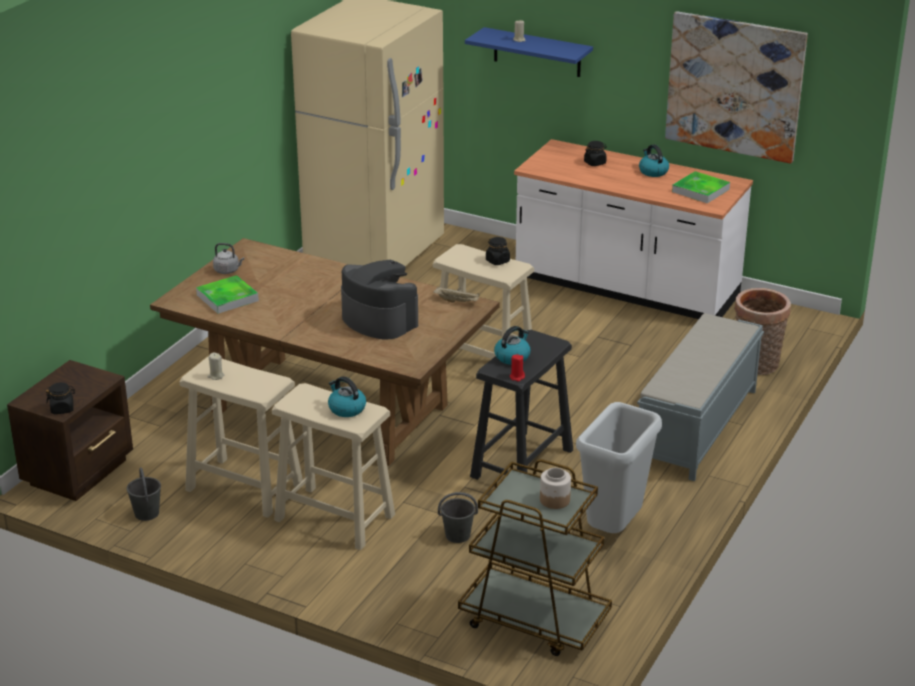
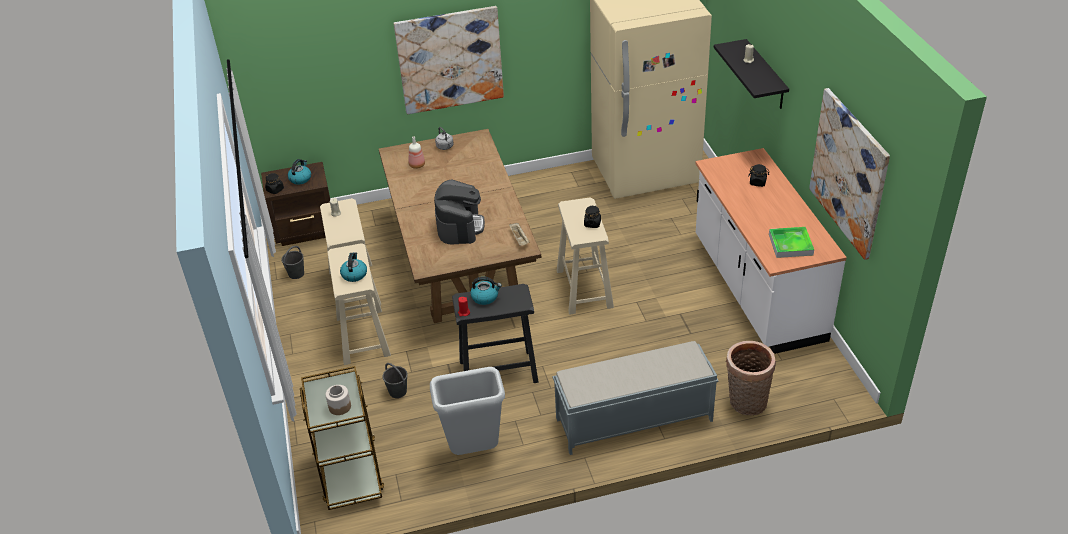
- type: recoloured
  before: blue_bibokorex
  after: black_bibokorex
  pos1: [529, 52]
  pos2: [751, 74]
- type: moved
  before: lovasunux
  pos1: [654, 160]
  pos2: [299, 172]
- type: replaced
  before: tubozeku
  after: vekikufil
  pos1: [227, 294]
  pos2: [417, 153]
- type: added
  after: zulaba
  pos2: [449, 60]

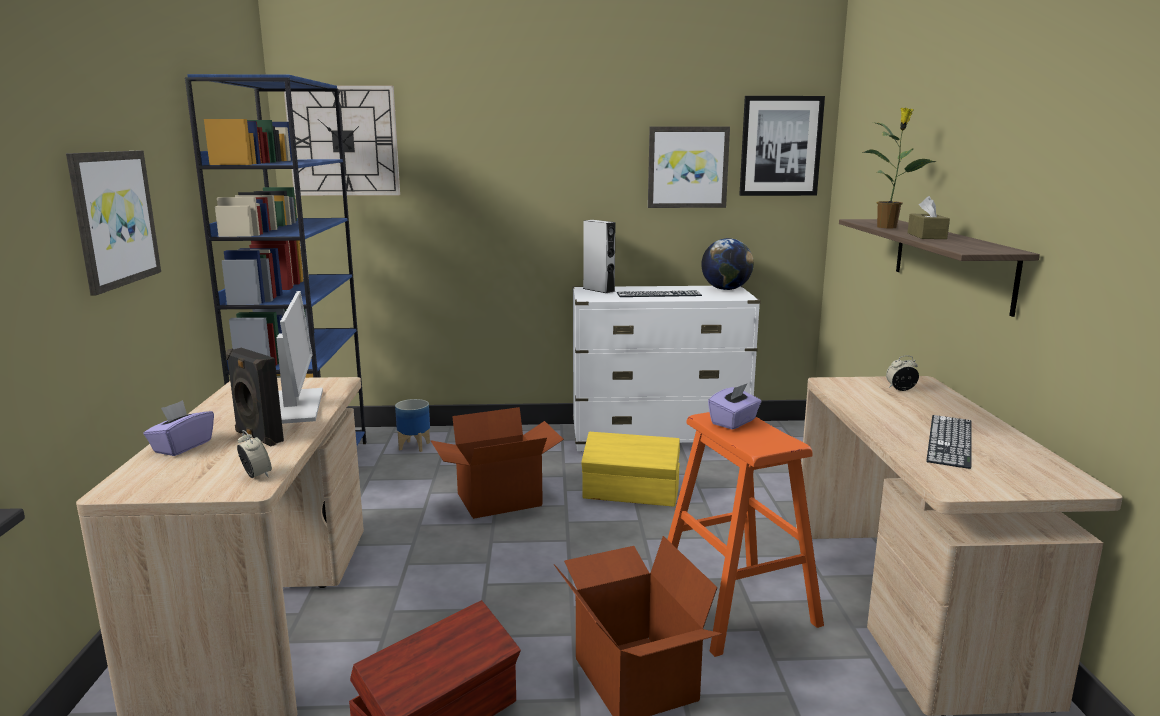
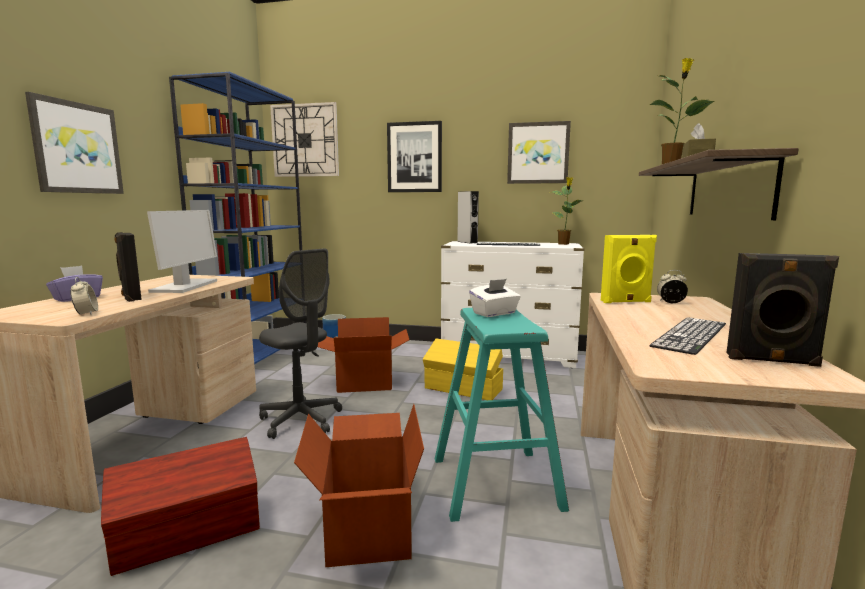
- type: moved
  before: zulaba
  pos1: [782, 146]
  pos2: [414, 156]
- type: replaced
  before: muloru
  after: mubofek
  pos1: [727, 264]
  pos2: [566, 211]
- type: recoloured
  before: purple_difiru
  after: white_difiru
  pos1: [734, 406]
  pos2: [495, 298]
- type: recoloured
  before: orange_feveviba
  after: turquoise_feveviba
  pos1: [745, 534]
  pos2: [502, 415]
- type: added
  after: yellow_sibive
  pos2: [629, 269]
- type: added
  after: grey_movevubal
  pos2: [300, 344]
- type: added
  after: black_sibive
  pos2: [782, 310]

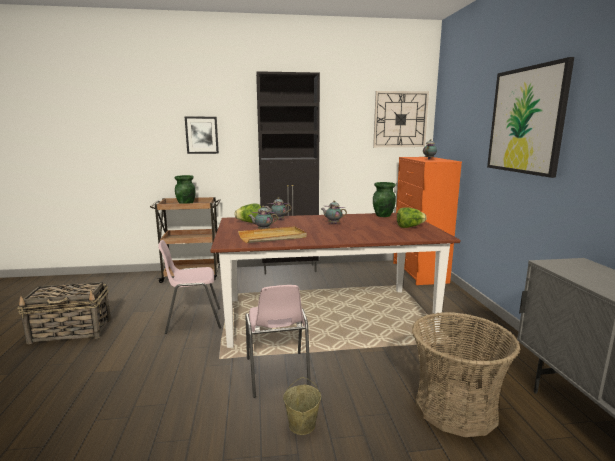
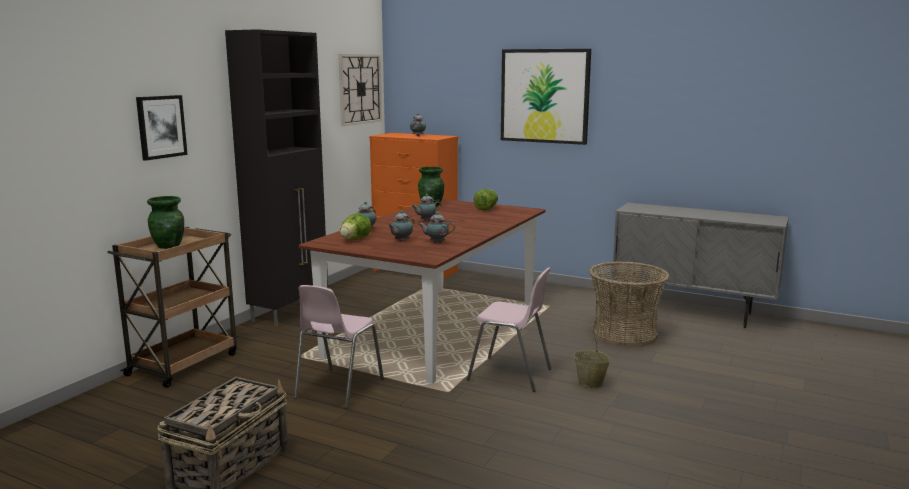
- type: replaced
  before: beige_tubozeku
  after: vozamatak
  pos1: [272, 234]
  pos2: [437, 227]

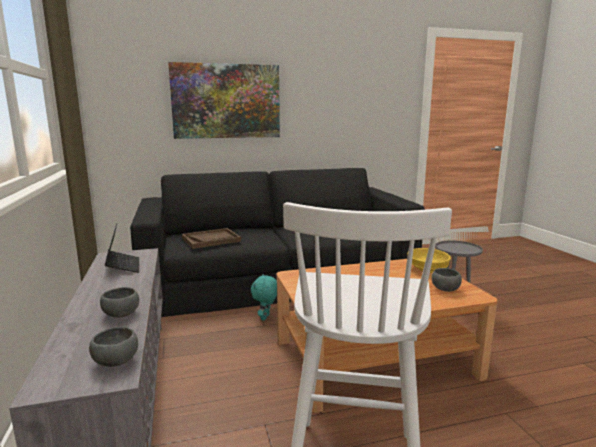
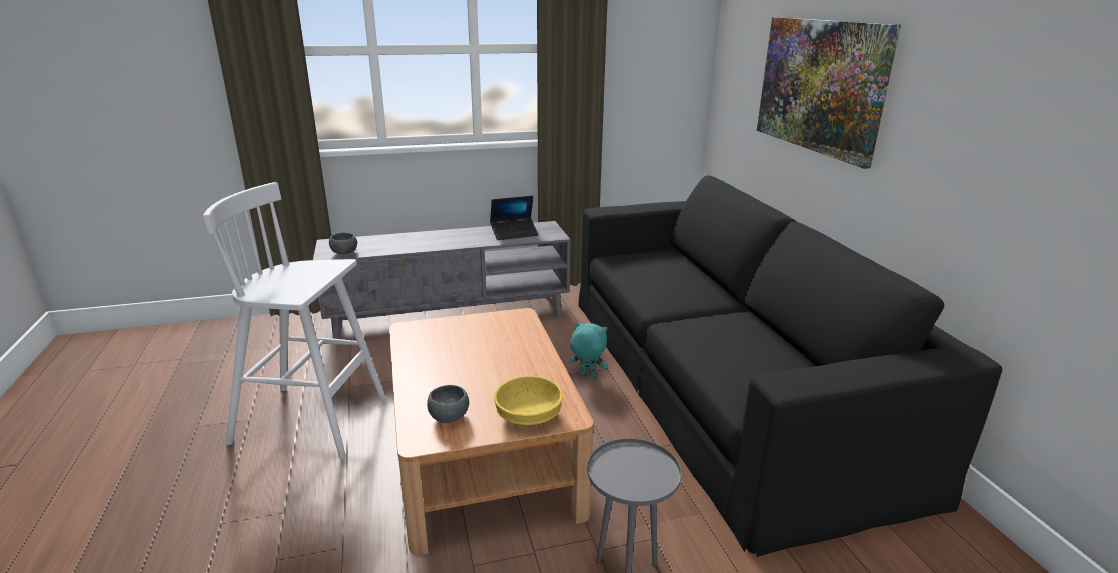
- type: removed
  before: brown_tubozeku
  pos1: [211, 238]
- type: removed
  before: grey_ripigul
  pos1: [119, 302]

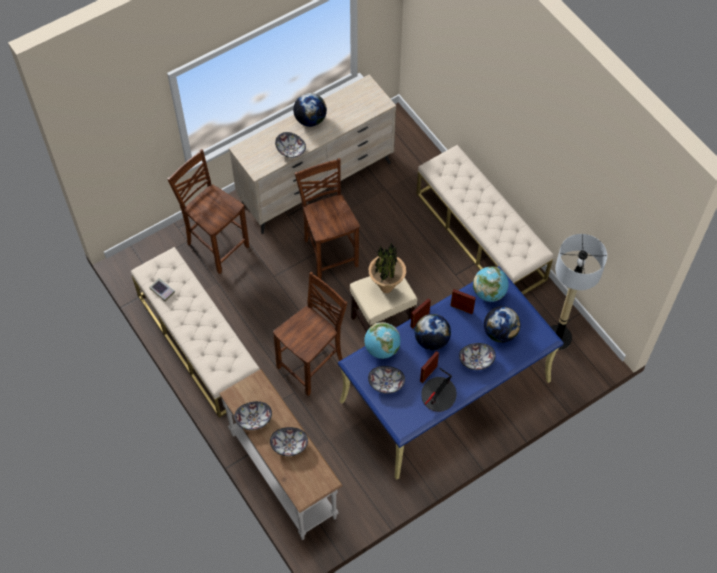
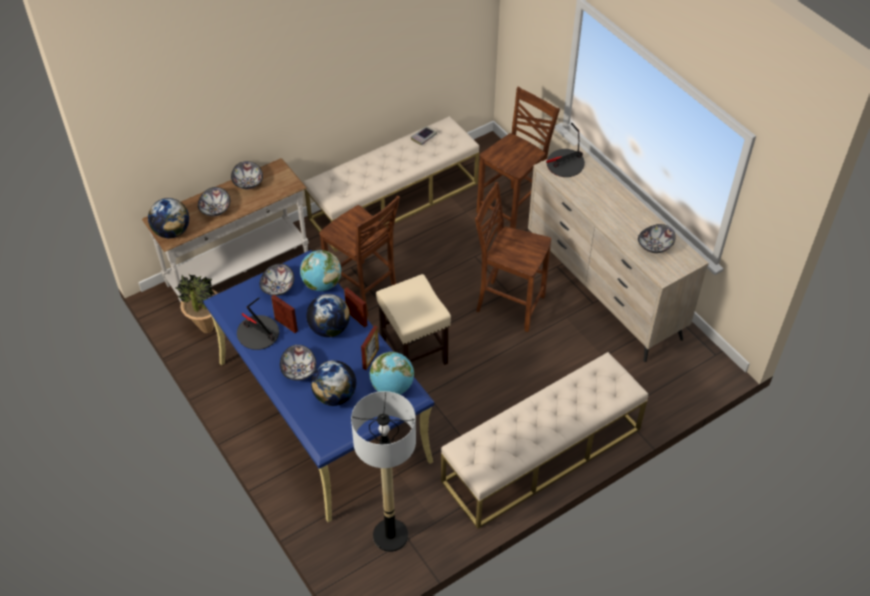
- type: moved
  before: muloru
  pos1: [310, 110]
  pos2: [168, 218]
- type: moved
  before: ripigul
  pos1: [290, 145]
  pos2: [657, 238]
- type: turned
  before: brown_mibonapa
  pos1: [327, 218]
  pos2: [513, 257]
  turn: -135
- type: moved
  before: mubofek
  pos1: [387, 267]
  pos2: [197, 303]
- type: added
  after: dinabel
  pos2: [565, 150]

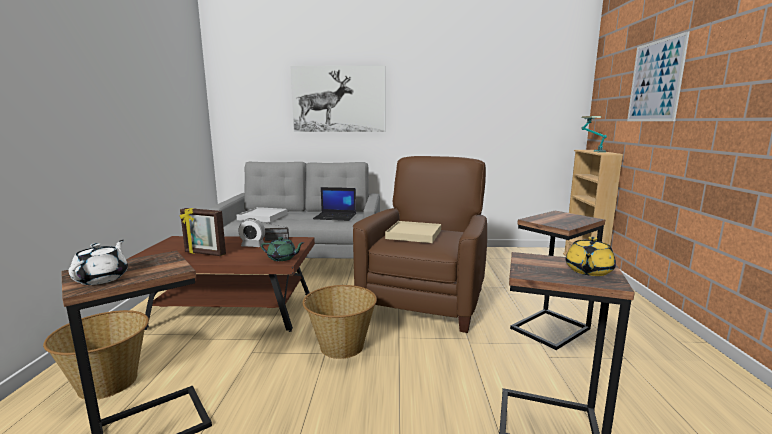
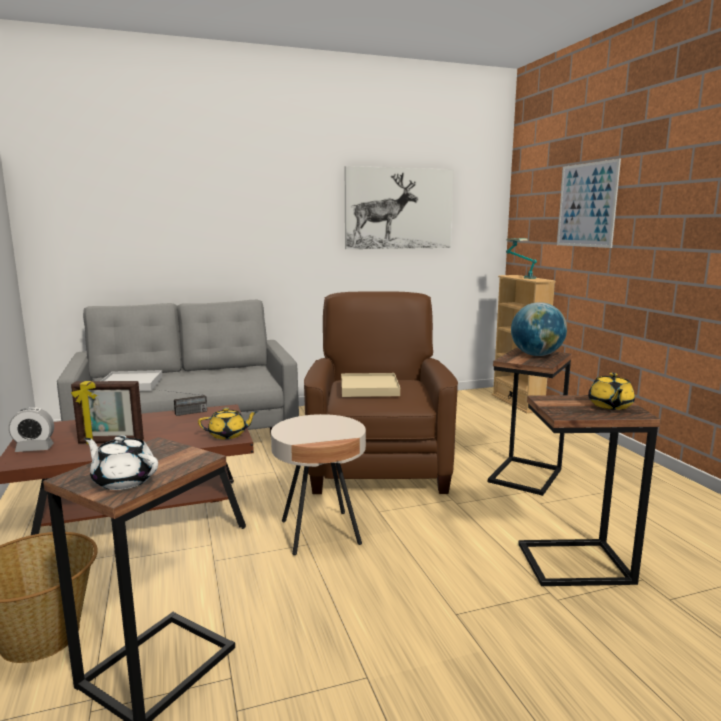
- type: moved
  before: zulaba
  pos1: [337, 99]
  pos2: [399, 207]
- type: removed
  before: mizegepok
  pos1: [334, 204]
- type: moved
  before: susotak
  pos1: [251, 232]
  pos2: [31, 429]
- type: recoloured
  before: green_vozamatak
  after: yellow_vozamatak
  pos1: [283, 249]
  pos2: [228, 423]
- type: turned
  before: white_vozamatak
  pos1: [98, 262]
  pos2: [121, 462]
  turn: -45
- type: replaced
  before: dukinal
  after: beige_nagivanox
  pos1: [340, 322]
  pos2: [318, 484]
- type: added
  after: muloru
  pos2: [539, 329]

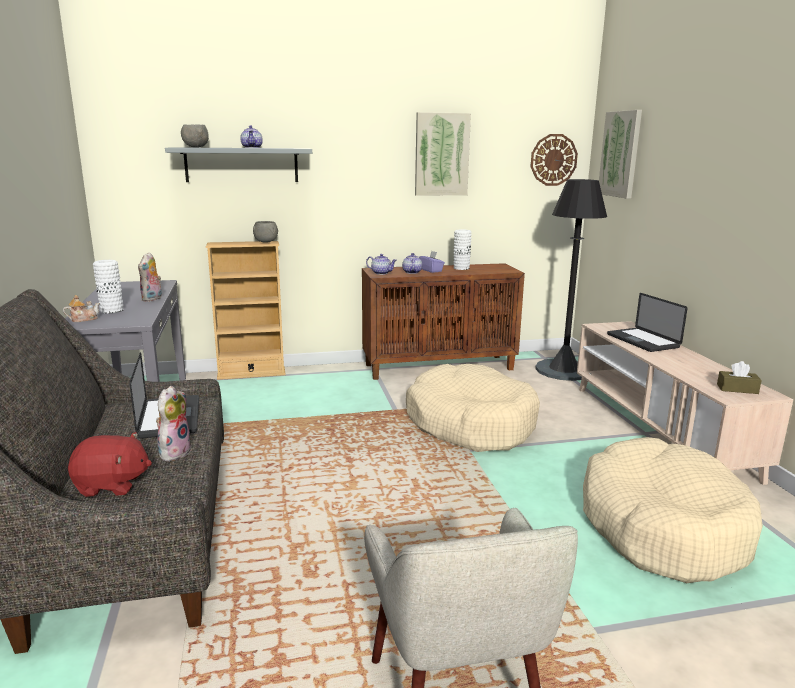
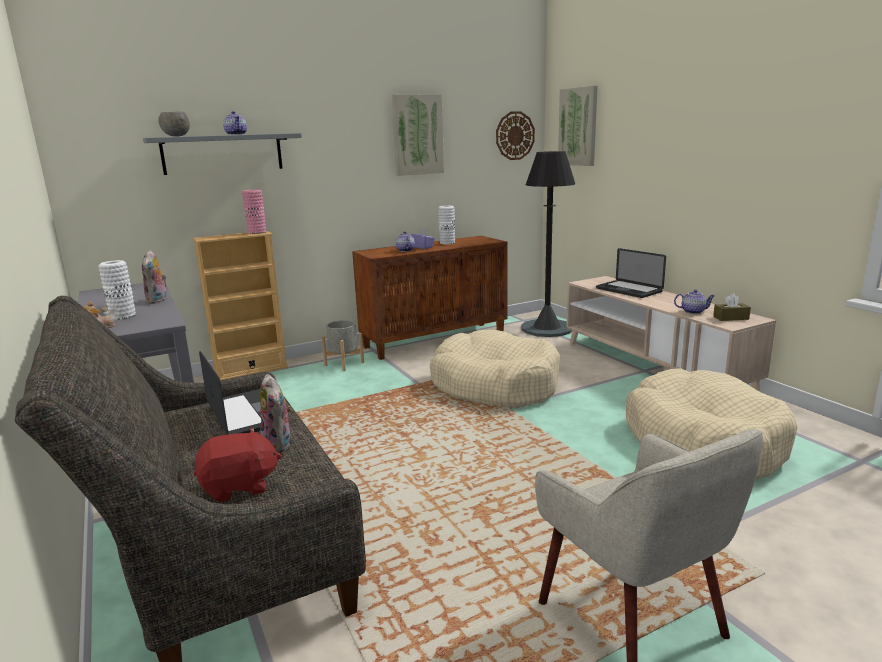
- type: replaced
  before: grey_ripigul
  after: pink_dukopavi
  pos1: [265, 232]
  pos2: [254, 212]
- type: moved
  before: vozamatak
  pos1: [381, 264]
  pos2: [694, 301]
- type: turned
  before: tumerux
  pos1: [174, 423]
  pos2: [276, 413]
  turn: 150
- type: added
  after: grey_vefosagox
  pos2: [342, 345]

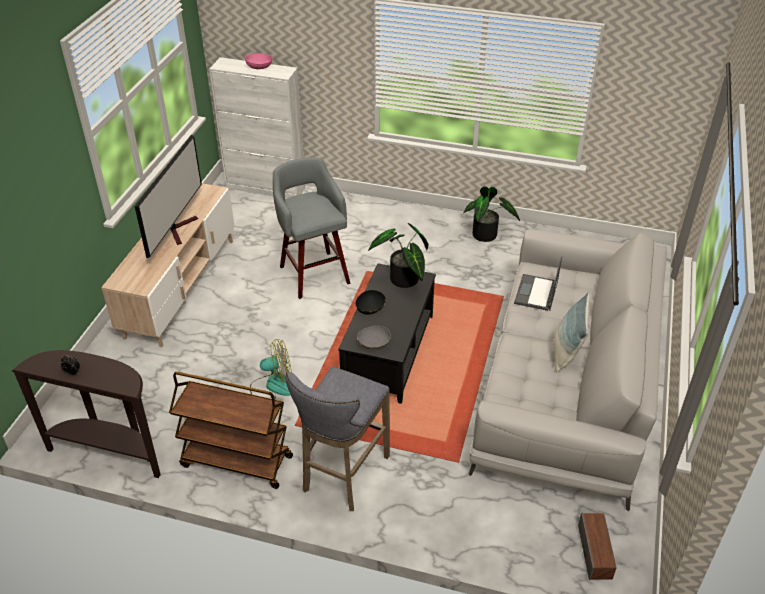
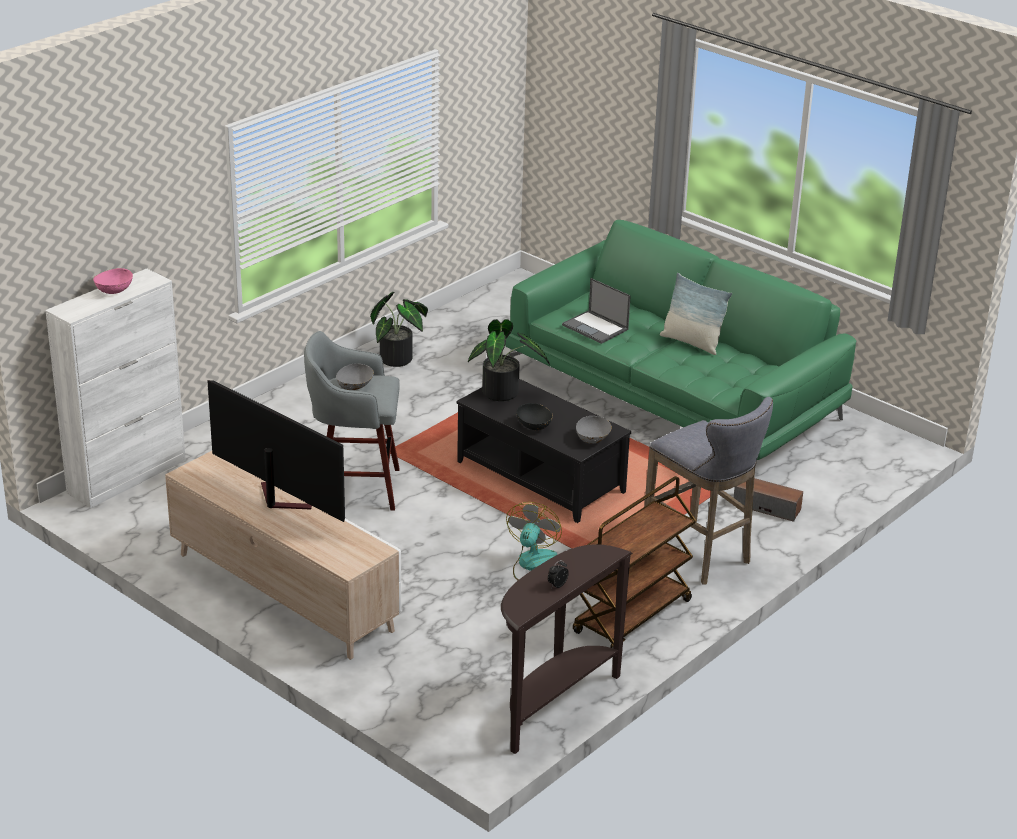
- type: recoloured
  before: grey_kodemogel
  after: green_kodemogel
  pos1: [568, 370]
  pos2: [680, 340]
- type: moved
  before: sibive
  pos1: [597, 546]
  pos2: [768, 500]
- type: added
  after: grey_ripigul
  pos2: [355, 376]

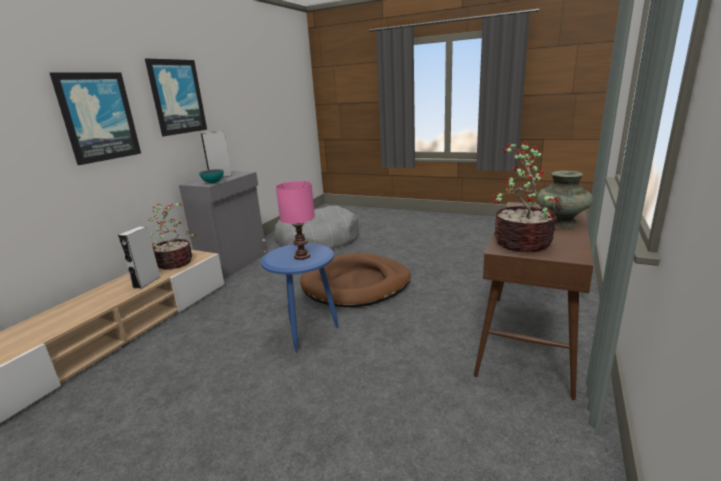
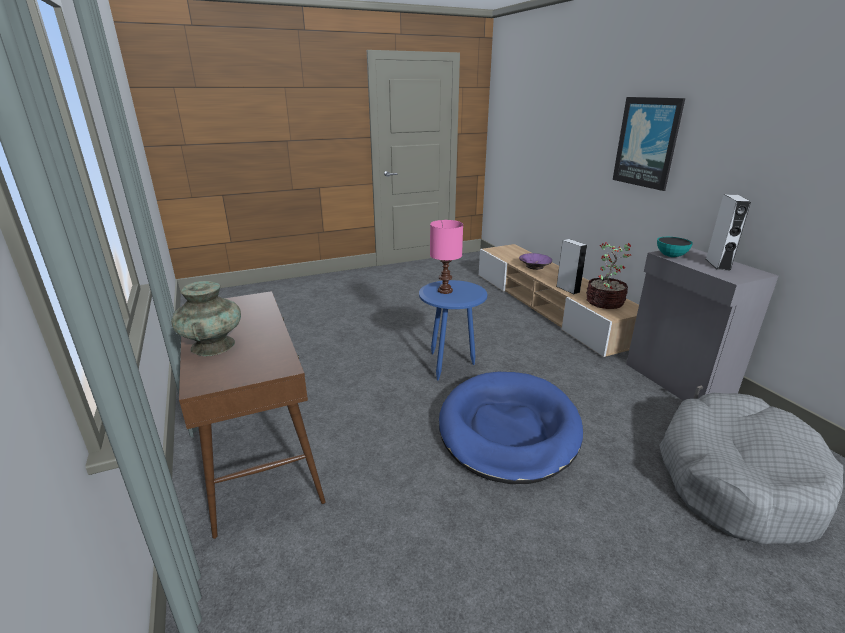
- type: removed
  before: zulaba
  pos1: [176, 97]
- type: removed
  before: mubofek
  pos1: [527, 196]
- type: recoloured
  before: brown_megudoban
  after: blue_megudoban
  pos1: [355, 280]
  pos2: [511, 428]
- type: added
  after: purple_ripigul
  pos2: [535, 261]

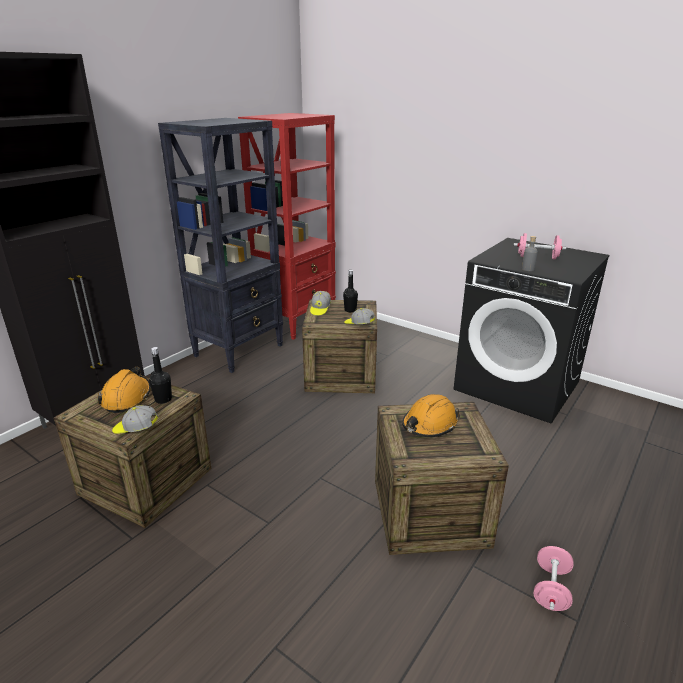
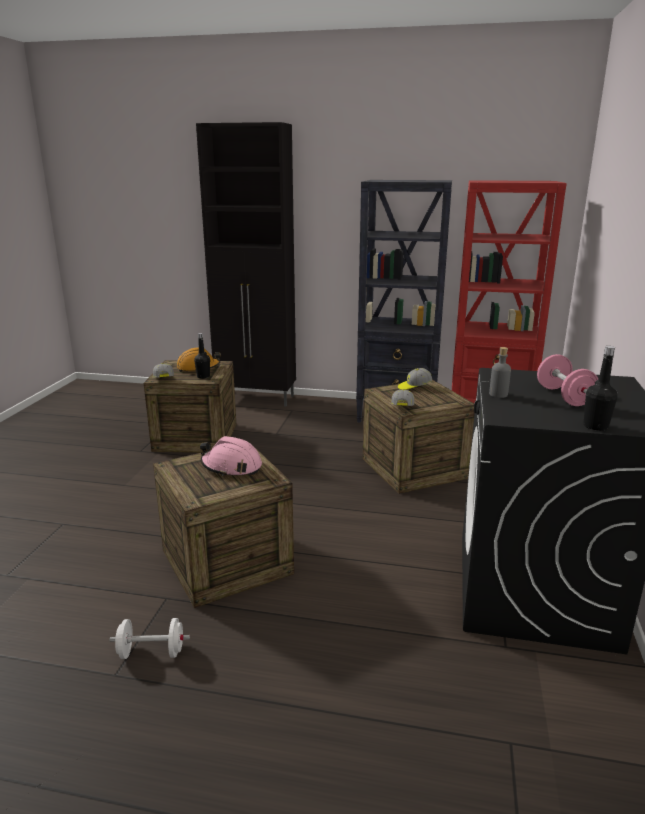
- type: moved
  before: black_vekikufil
  pos1: [350, 291]
  pos2: [600, 388]
- type: recoloured
  before: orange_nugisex
  after: pink_nugisex
  pos1: [431, 415]
  pos2: [231, 456]
- type: recoloured
  before: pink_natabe
  after: white_natabe
  pos1: [554, 578]
  pos2: [150, 638]

